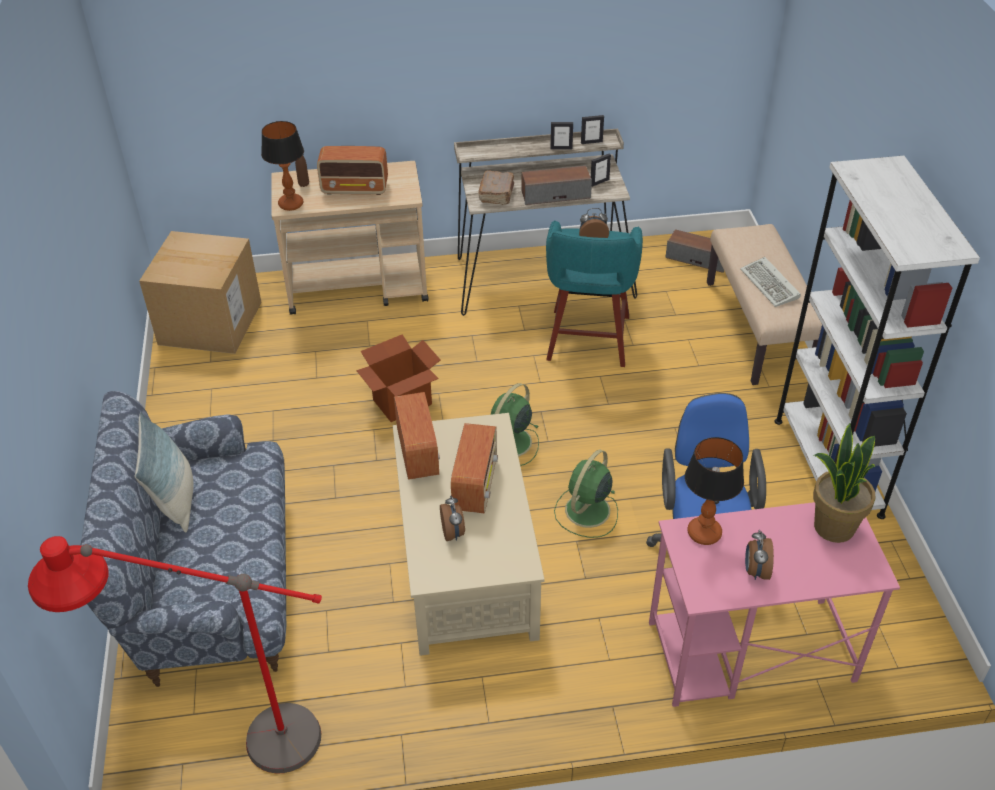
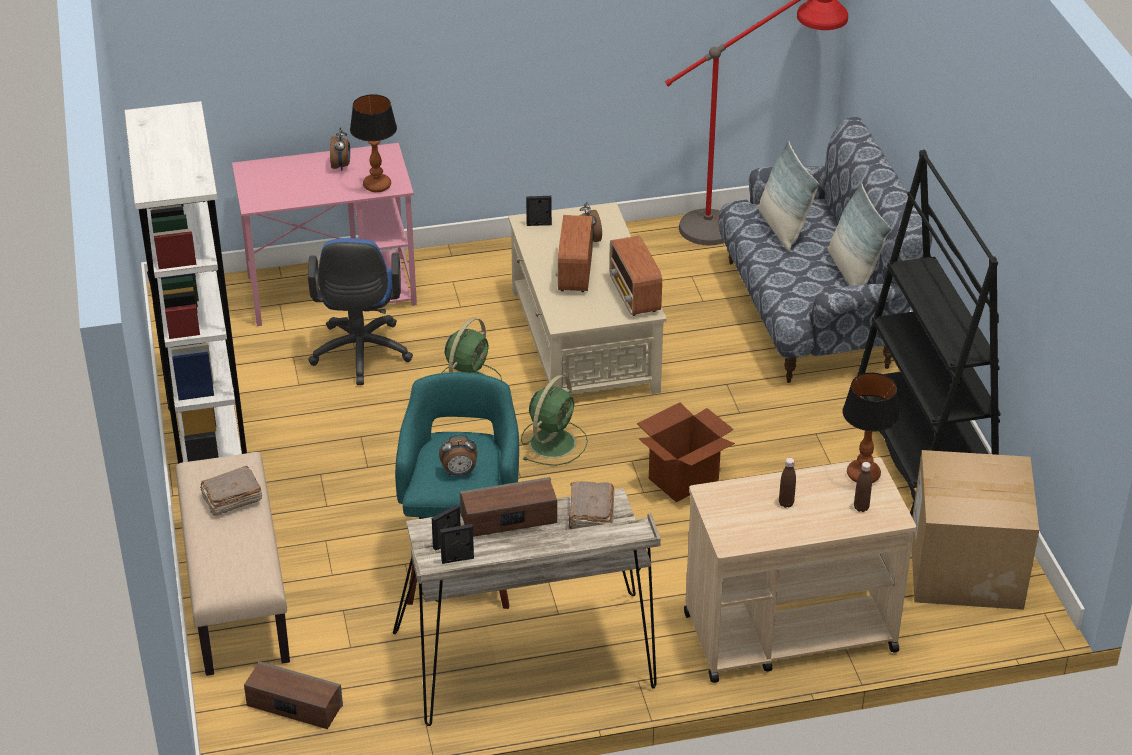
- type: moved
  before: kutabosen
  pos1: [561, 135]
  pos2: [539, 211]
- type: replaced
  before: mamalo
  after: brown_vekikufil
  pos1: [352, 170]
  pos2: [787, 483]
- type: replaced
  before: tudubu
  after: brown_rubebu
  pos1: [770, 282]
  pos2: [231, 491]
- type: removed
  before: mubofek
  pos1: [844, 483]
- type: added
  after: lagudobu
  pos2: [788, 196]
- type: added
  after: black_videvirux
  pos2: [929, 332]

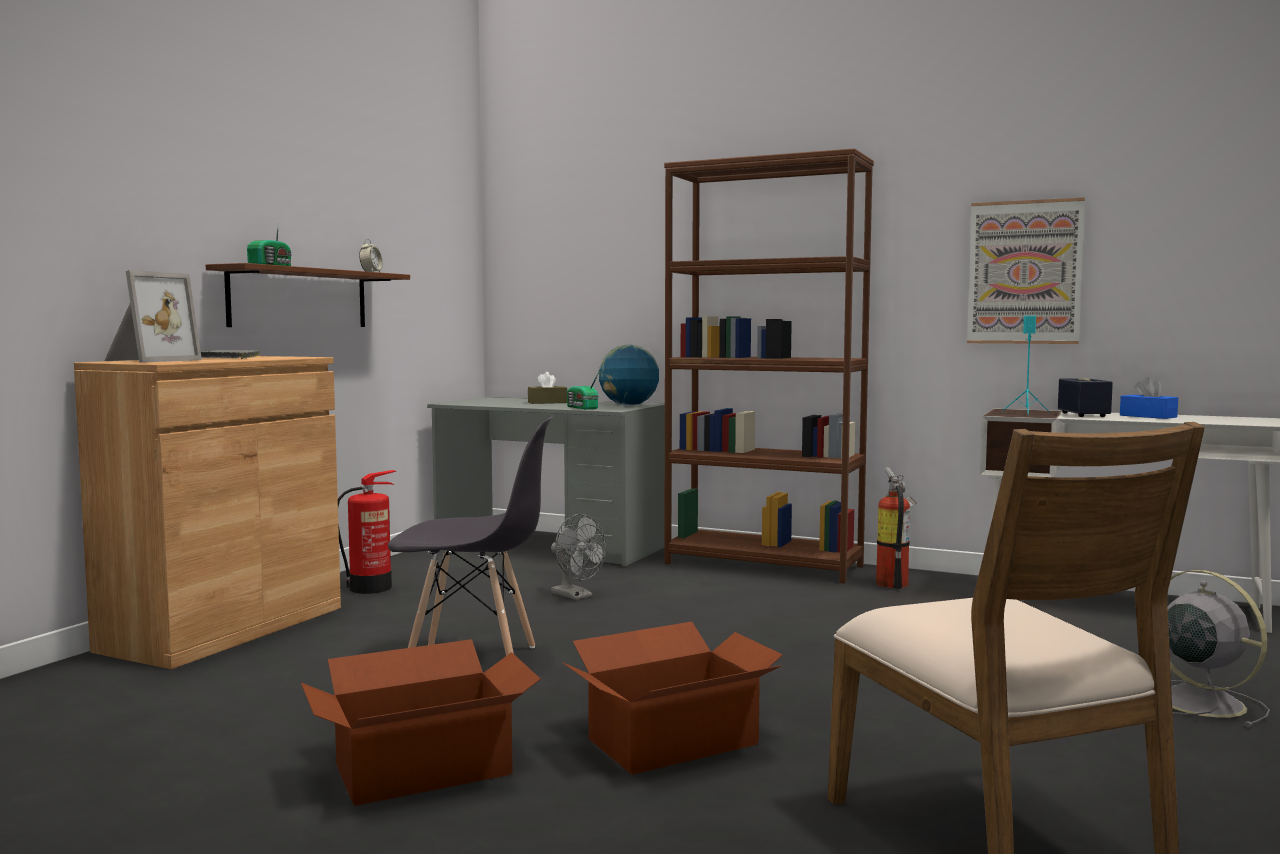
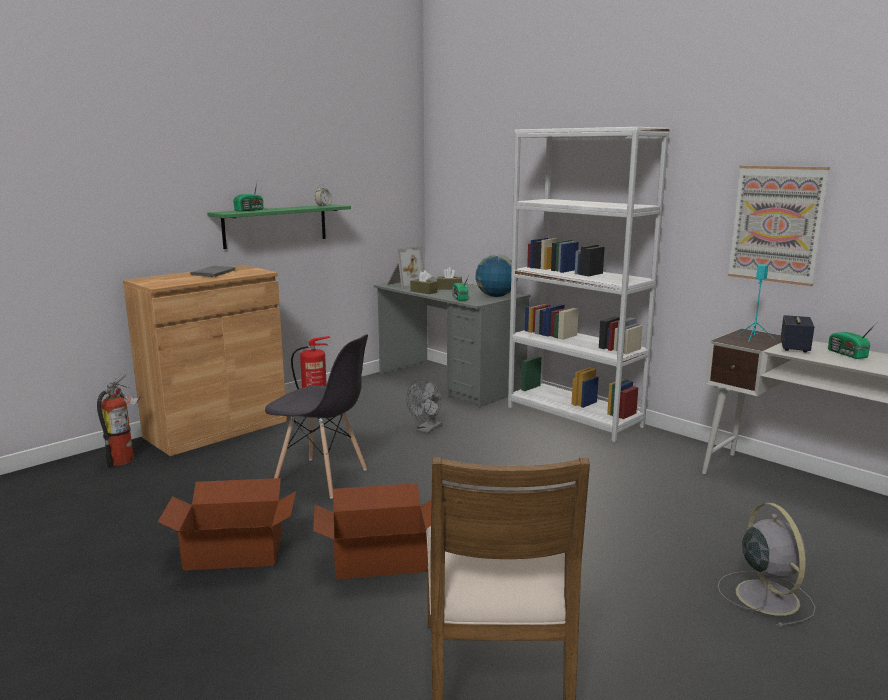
- type: recoloured
  before: brown_videvirux
  after: white_videvirux
  pos1: [769, 366]
  pos2: [589, 284]
- type: recoloured
  before: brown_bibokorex
  after: green_bibokorex
  pos1: [308, 295]
  pos2: [279, 226]
- type: moved
  before: kutabosen
  pos1: [153, 316]
  pos2: [405, 267]
- type: replaced
  before: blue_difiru
  after: mamalo
  pos1: [1149, 398]
  pos2: [852, 341]
- type: moved
  before: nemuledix
  pos1: [896, 528]
  pos2: [119, 420]
- type: turned
  before: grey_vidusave
  pos1: [578, 557]
  pos2: [424, 405]
  turn: 60
- type: added
  after: brown_difiru
  pos2: [424, 282]

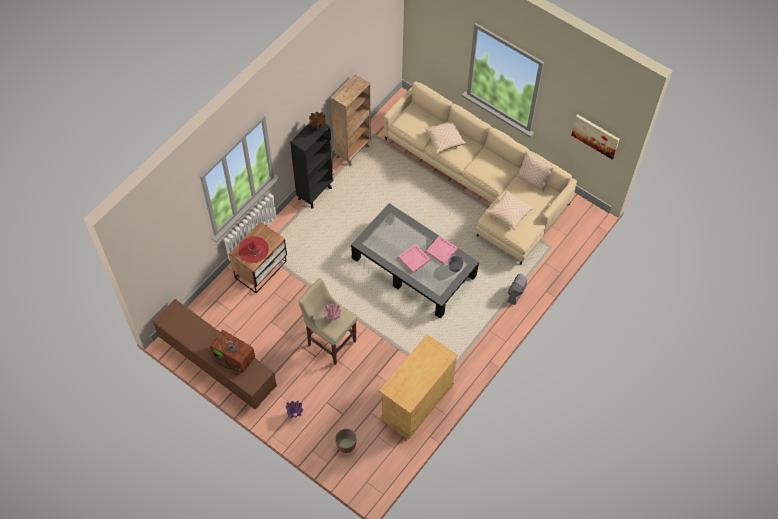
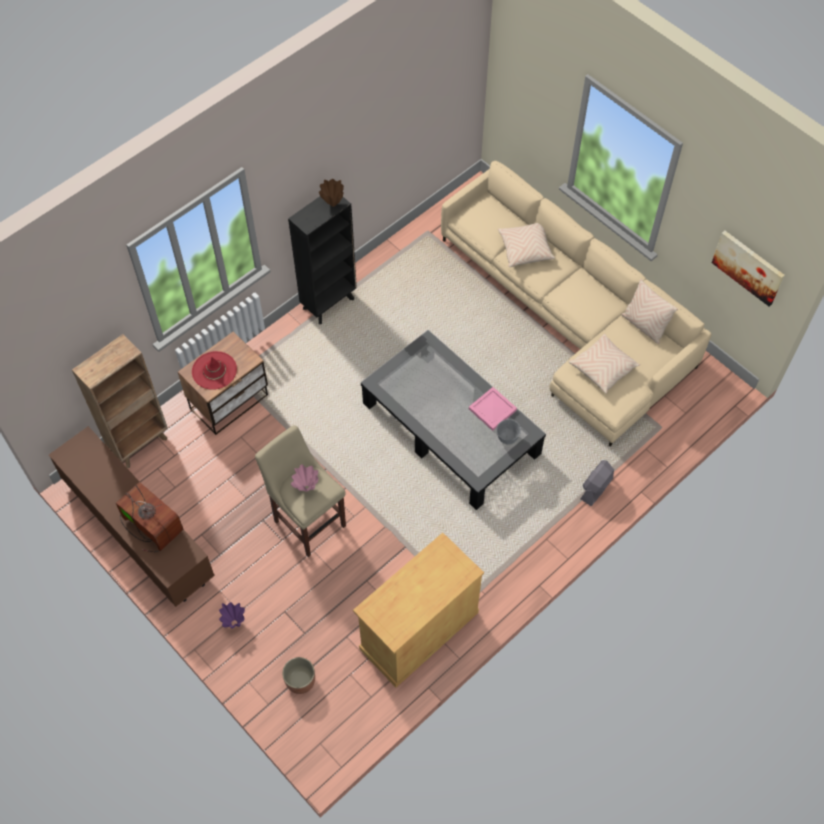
- type: moved
  before: brown_videvirux
  pos1: [351, 120]
  pos2: [120, 401]
- type: removed
  before: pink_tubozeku
  pos1: [414, 258]

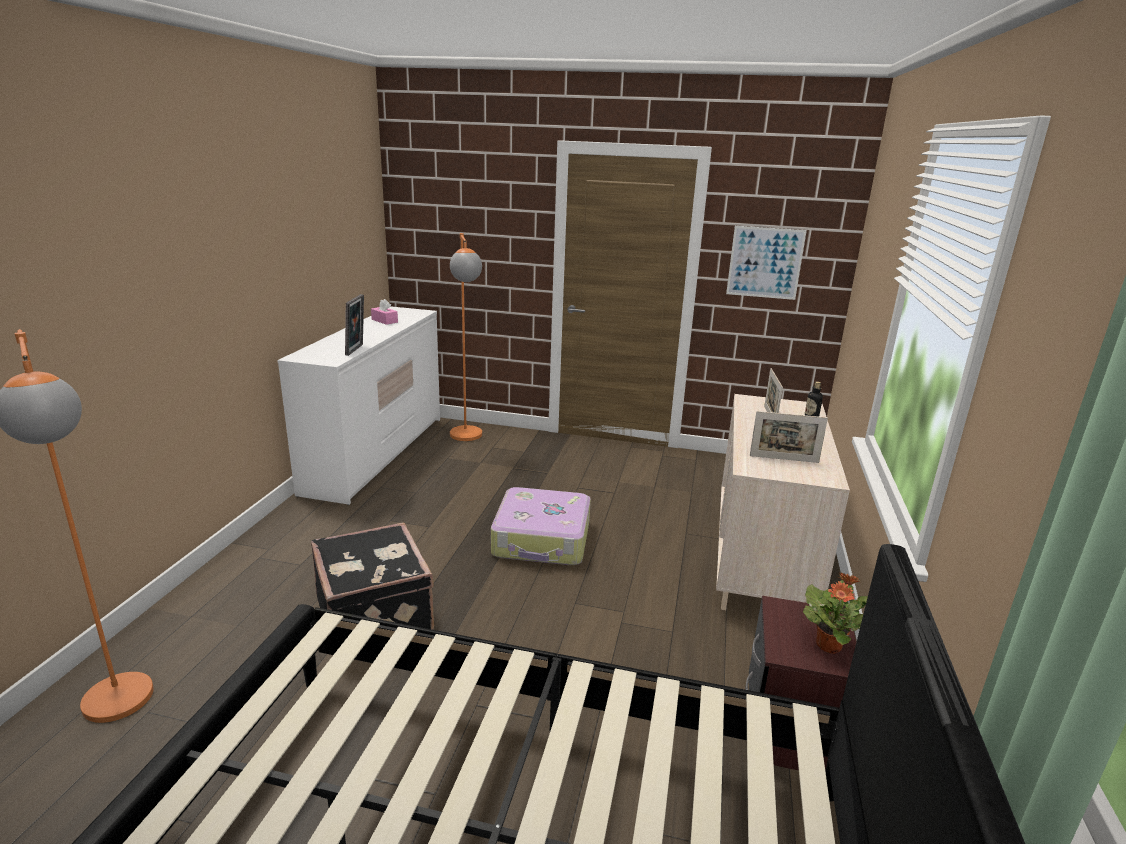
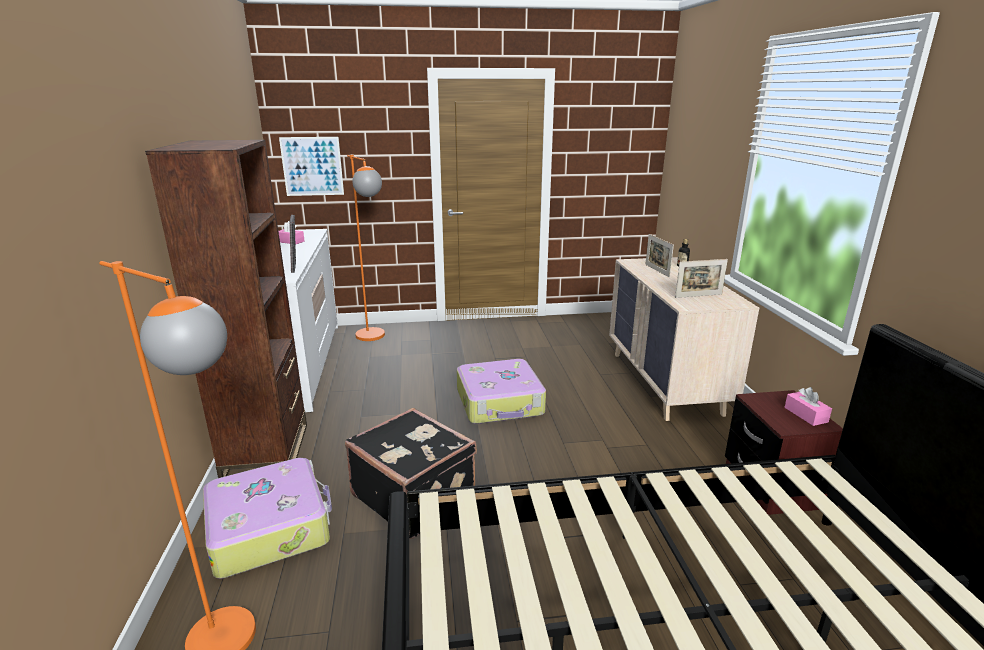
- type: moved
  before: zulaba
  pos1: [766, 263]
  pos2: [311, 166]
- type: replaced
  before: mubofek
  after: pink_difiru
  pos1: [835, 613]
  pos2: [808, 406]
- type: added
  after: brown_videvirux
  pos2: [226, 309]
- type: added
  after: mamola
  pos2: [267, 518]

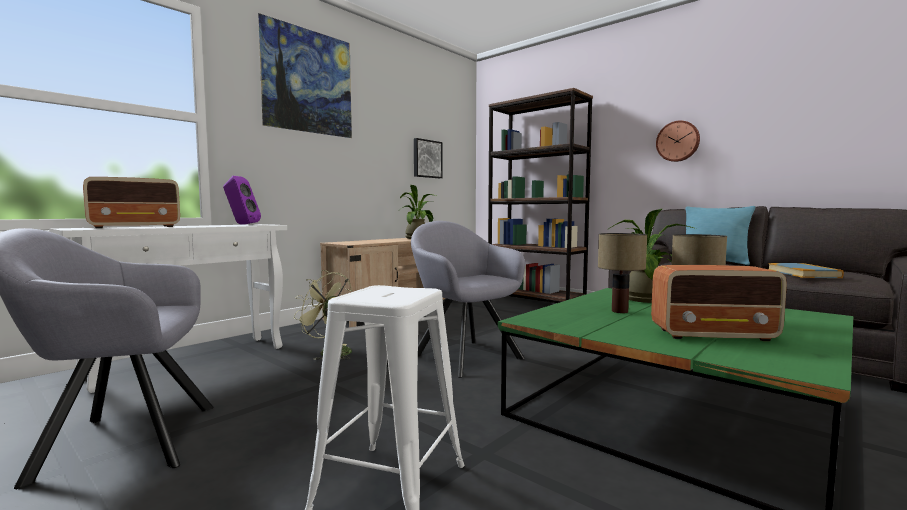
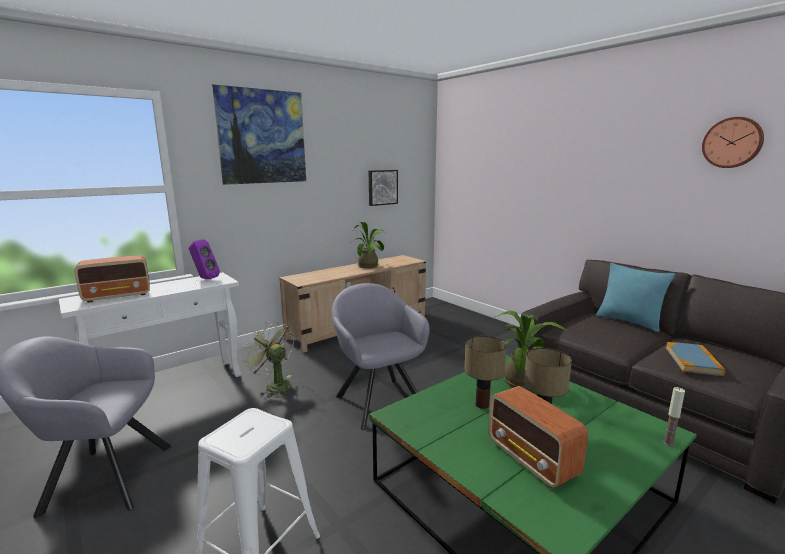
- type: removed
  before: brown_videvirux
  pos1: [540, 195]
- type: moved
  before: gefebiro
  pos1: [678, 141]
  pos2: [733, 142]
- type: turned
  before: mamalo
  pos1: [719, 303]
  pos2: [538, 437]
  turn: 45
- type: added
  after: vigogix
  pos2: [674, 416]

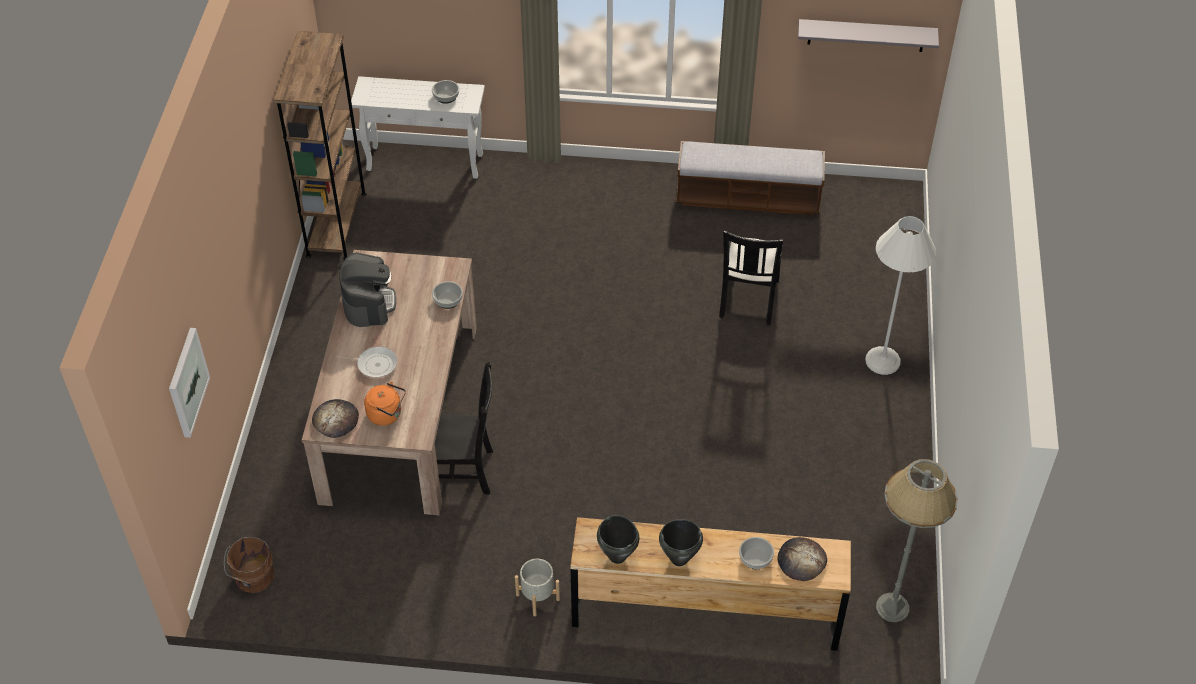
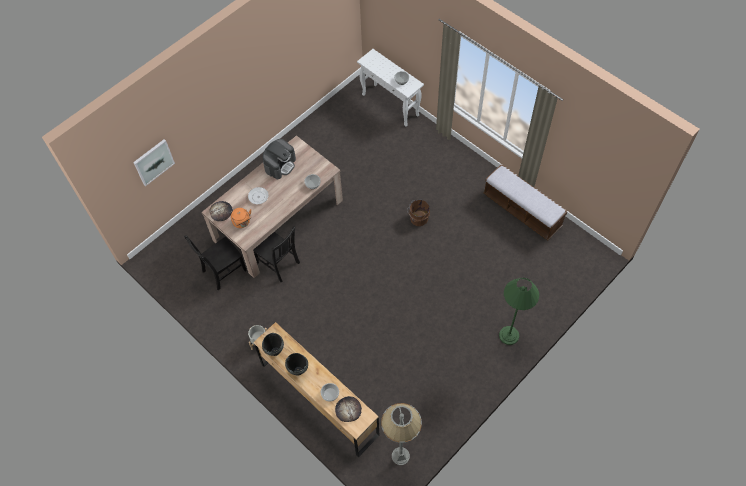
- type: removed
  before: grey_bibokorex
  pos1: [868, 35]
- type: removed
  before: brown_videvirux
  pos1: [320, 145]
- type: recoloured
  before: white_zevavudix
  after: green_zevavudix
  pos1: [900, 295]
  pos2: [519, 311]
- type: moved
  before: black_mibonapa
  pos1: [751, 277]
  pos2: [215, 263]
- type: moved
  before: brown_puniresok
  pos1: [249, 565]
  pos2: [418, 213]

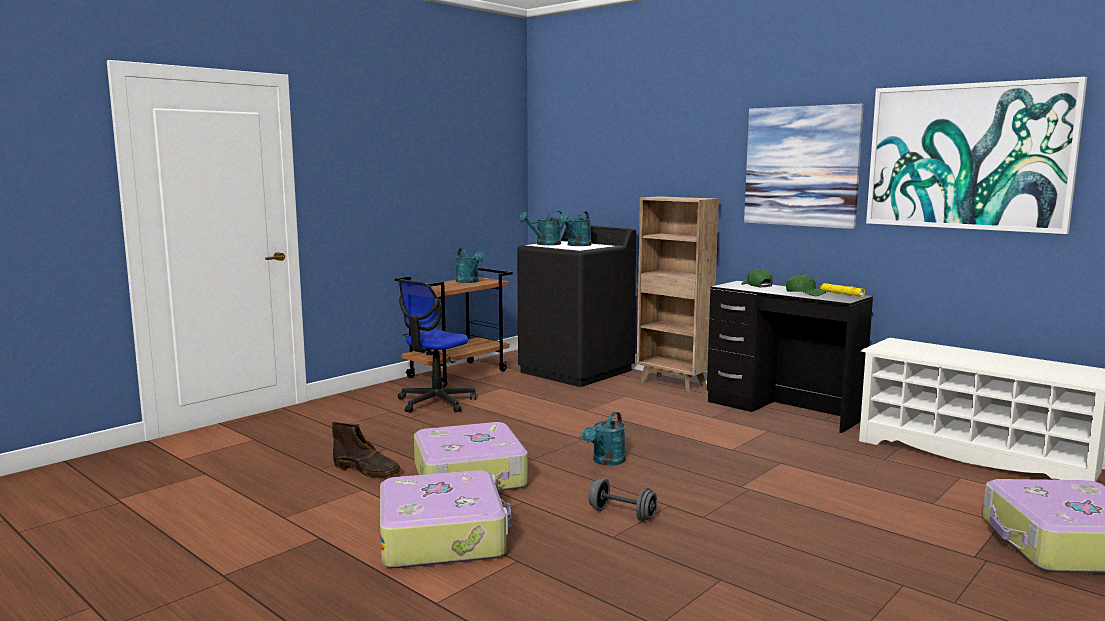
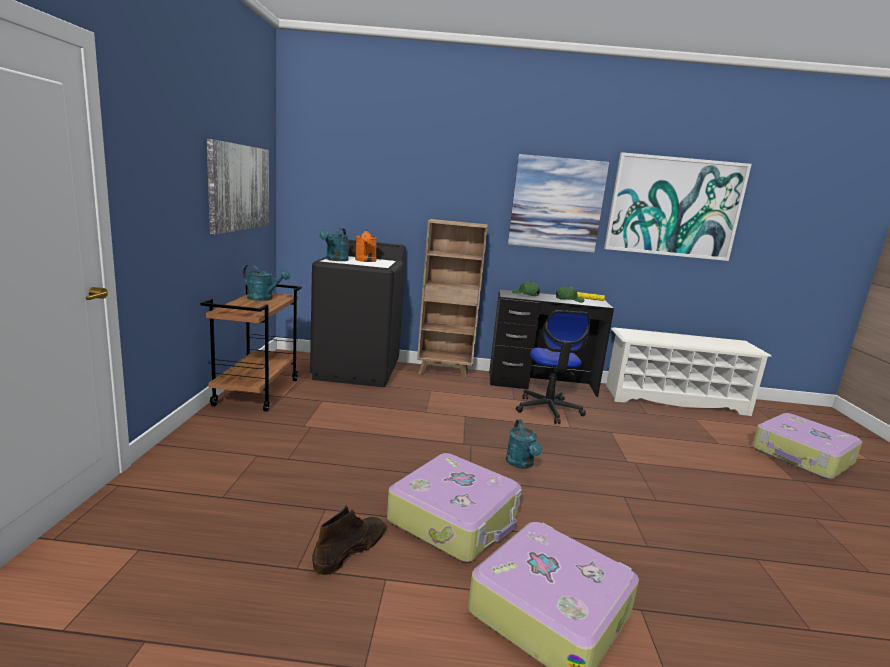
- type: recoloured
  before: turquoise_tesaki
  after: orange_tesaki
  pos1: [574, 228]
  pos2: [366, 245]
- type: moved
  before: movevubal
  pos1: [437, 346]
  pos2: [553, 367]
- type: turned
  before: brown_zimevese
  pos1: [366, 450]
  pos2: [349, 540]
  turn: -45
- type: removed
  before: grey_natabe
  pos1: [622, 499]
- type: added
  after: zulaba
  pos2: [238, 187]

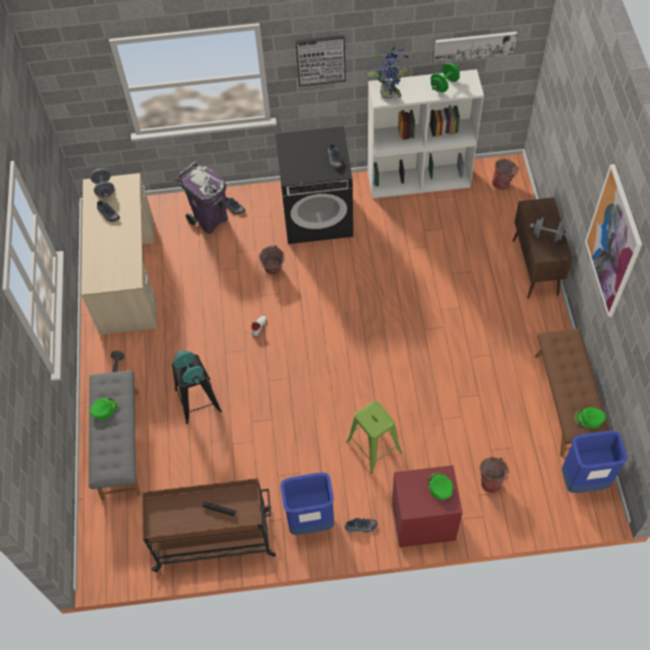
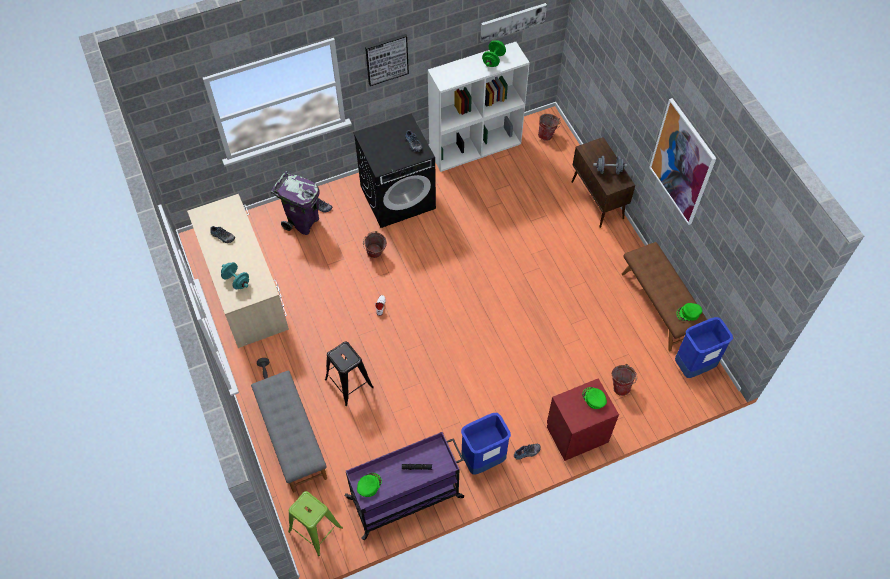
- type: removed
  before: mubofek
  pos1: [388, 72]
- type: removed
  before: grey_natabe
  pos1: [102, 183]
- type: moved
  before: turquoise_natabe
  pos1: [188, 367]
  pos2: [235, 275]
- type: moved
  before: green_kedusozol
  pos1: [103, 409]
  pos2: [369, 485]
- type: moved
  before: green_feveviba
  pos1: [374, 437]
  pos2: [315, 523]
- type: recoloured
  before: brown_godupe
  after: purple_godupe
  pos1: [209, 525]
  pos2: [404, 486]

